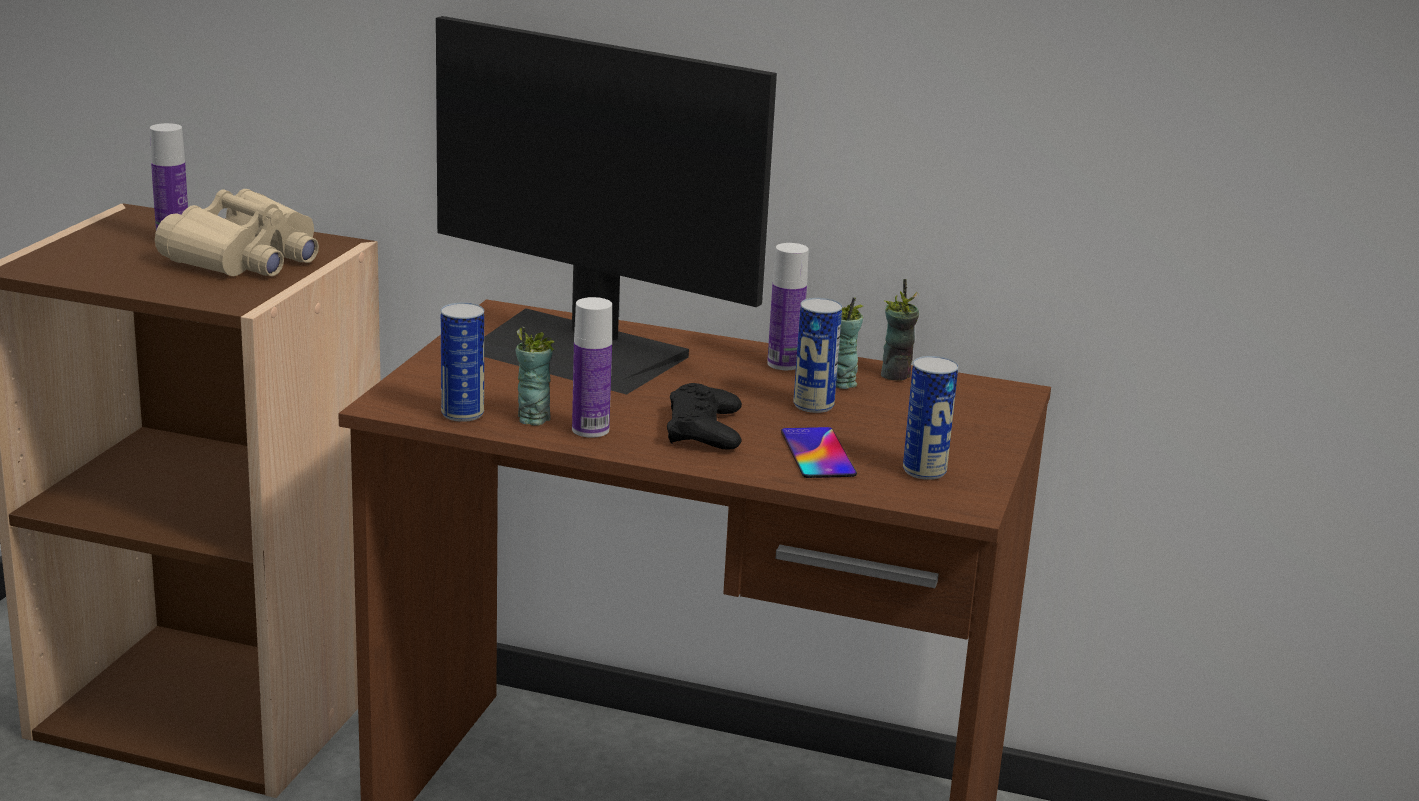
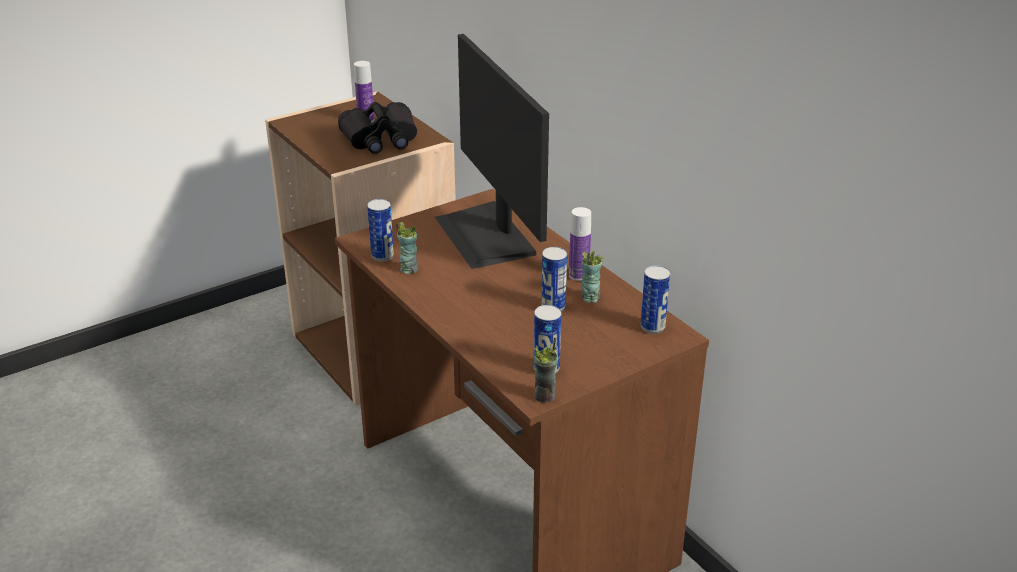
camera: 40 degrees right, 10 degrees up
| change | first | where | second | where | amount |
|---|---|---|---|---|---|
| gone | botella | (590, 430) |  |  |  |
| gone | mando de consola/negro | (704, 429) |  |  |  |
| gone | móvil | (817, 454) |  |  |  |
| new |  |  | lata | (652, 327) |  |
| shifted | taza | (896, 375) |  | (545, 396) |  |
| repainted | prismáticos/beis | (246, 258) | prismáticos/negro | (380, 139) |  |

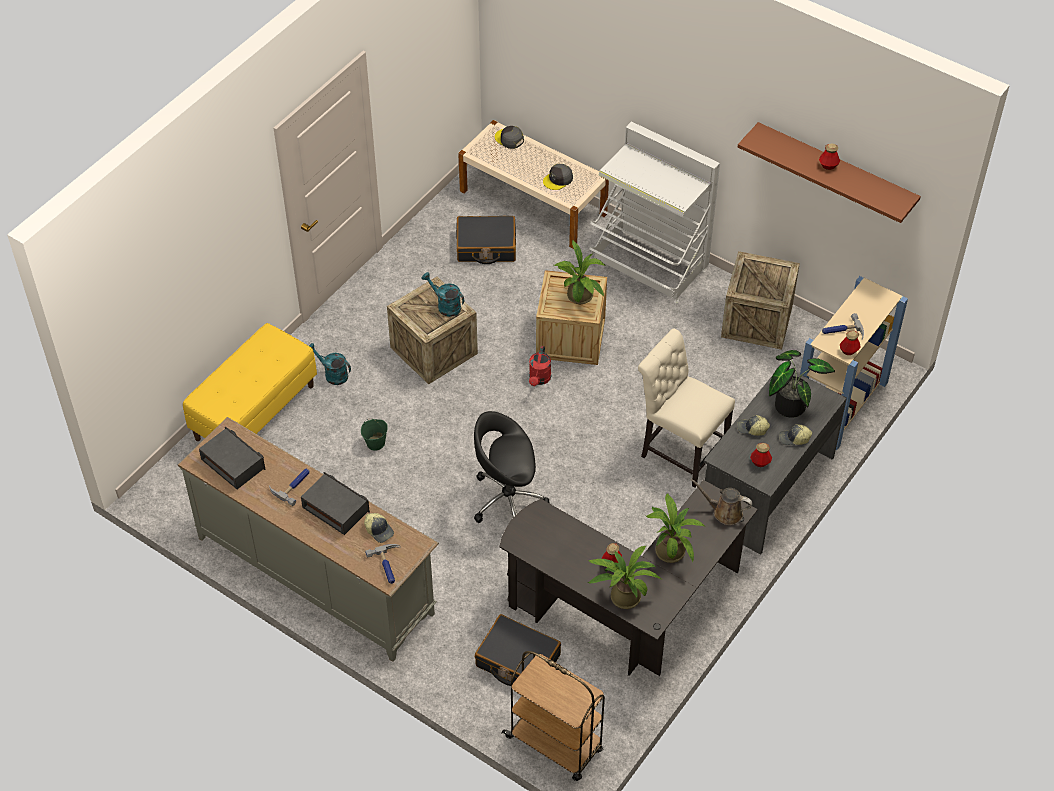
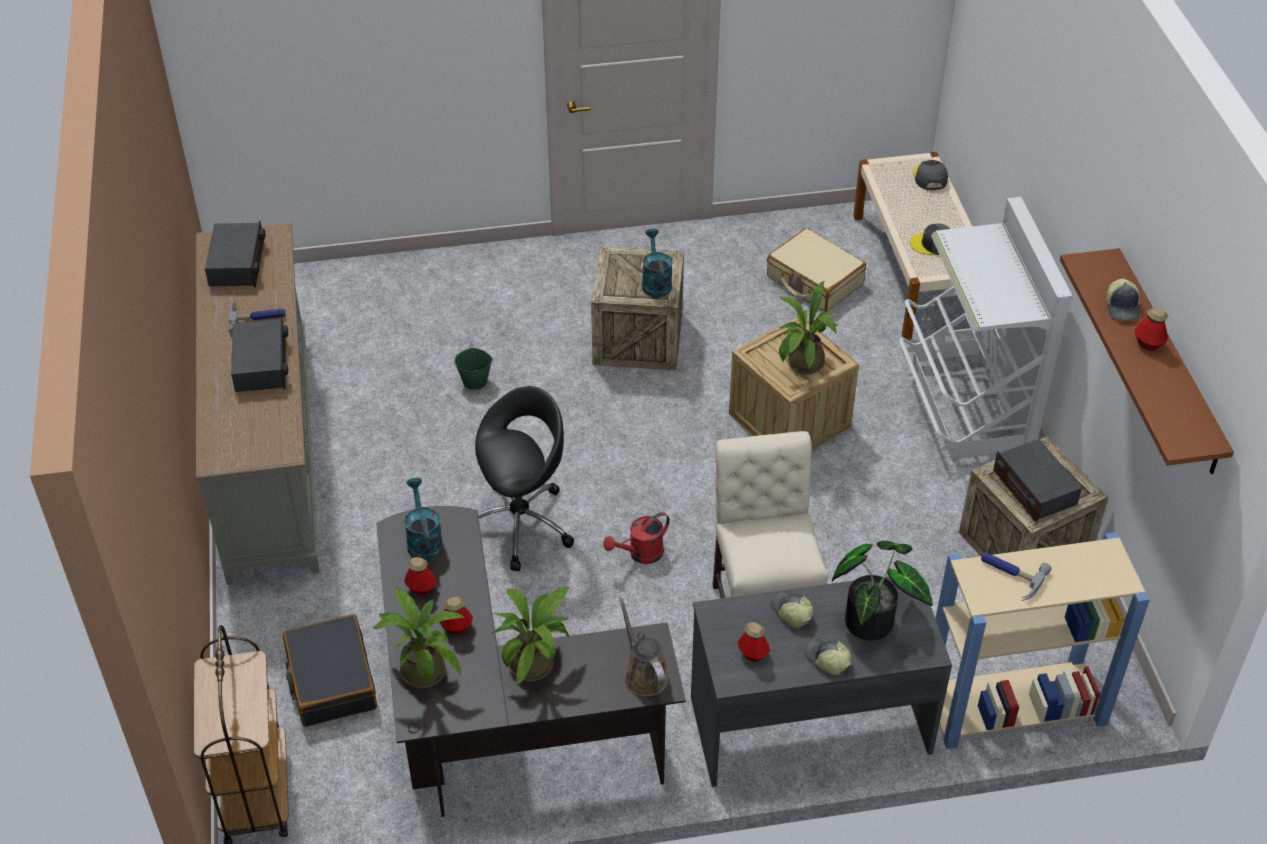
camera: 45 degrees right, 5 degrees down
| change | first | where | second | where | amount |
|---|---|---|---|---|---|
| gone | banco/amarillo | (255, 411) |  |  |  |
| gone | martillo | (388, 566) |  |  |  |
| new |  |  | radio | (1034, 488) |  |
| shifted | regadera/turquesa | (332, 374) |  | (423, 540) |  |
| shifted | gorra | (379, 530) |  | (1122, 307) |  |
| shifted | regadera/rojo | (539, 379) |  | (640, 554) |  |
| shifted | botella | (848, 351) |  | (421, 588) |  |
| repainted | maleta/negro | (486, 246) | maleta/beis | (814, 280) |  |
| rotated | silla de oficina/negro | (506, 500) |  | (523, 523) | 120 degrees clockwise |

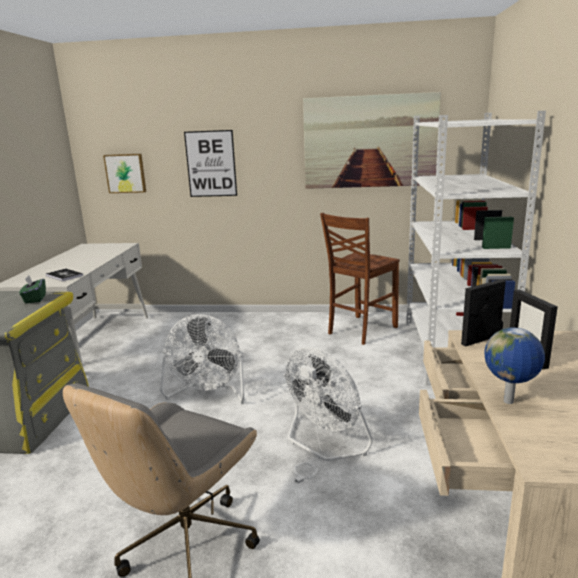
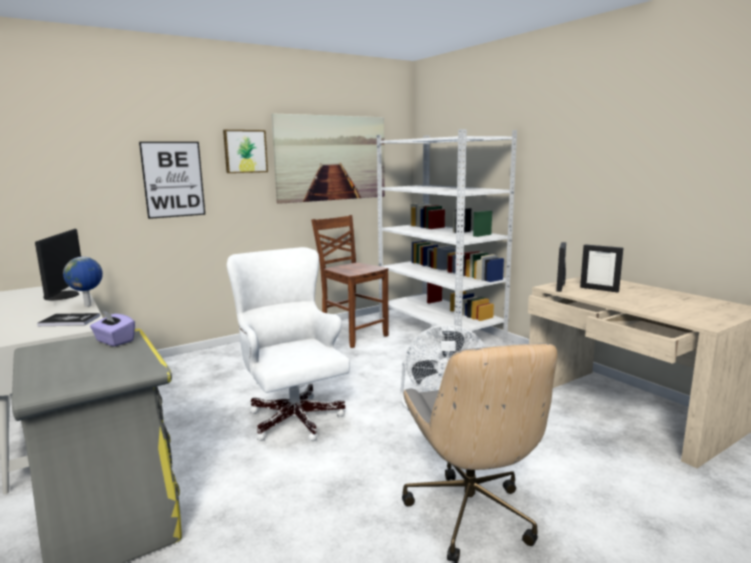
camera: 40 degrees left, 5 degrees down
| change | first | where | second | where | amount |
|---|---|---|---|---|---|
| new |  |  | monitor | (63, 296) |  |
| shifted | cuadro | (125, 173) |  | (245, 151) |  |
| shifted | globo terráqueo | (509, 402) |  | (88, 306) |  |
| swapped | ventilador/blanco | (206, 392) | silla de oficina/blanco | (293, 416) |  |
| repainted | caja de pañuelos/verde | (35, 299) | caja de pañuelos/morado | (114, 341) |  |
| rotated | silla/marrón | (360, 330) |  | (353, 335) | 135 degrees clockwise |

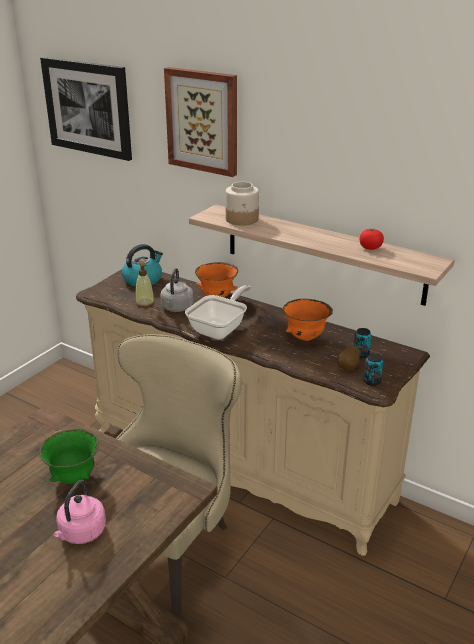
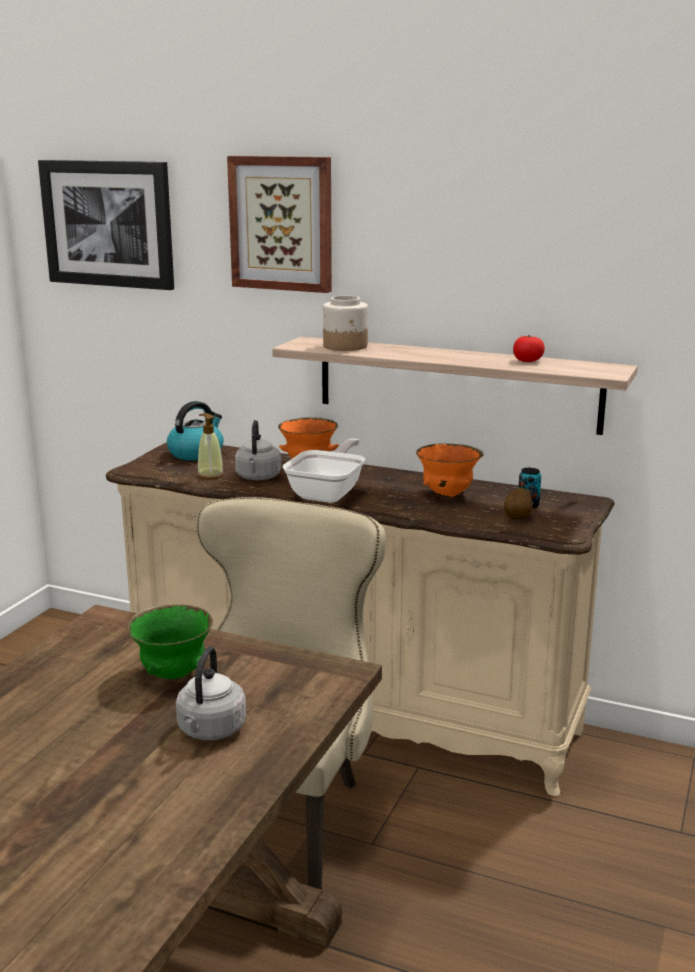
camera: 10 degrees left, 10 degrees down
| change | first | where | second | where | amount |
|---|---|---|---|---|---|
| gone | lata | (372, 381) |  |  |  |
| repainted | hervidor/rosa | (81, 533) | hervidor/gris | (210, 731) |  |

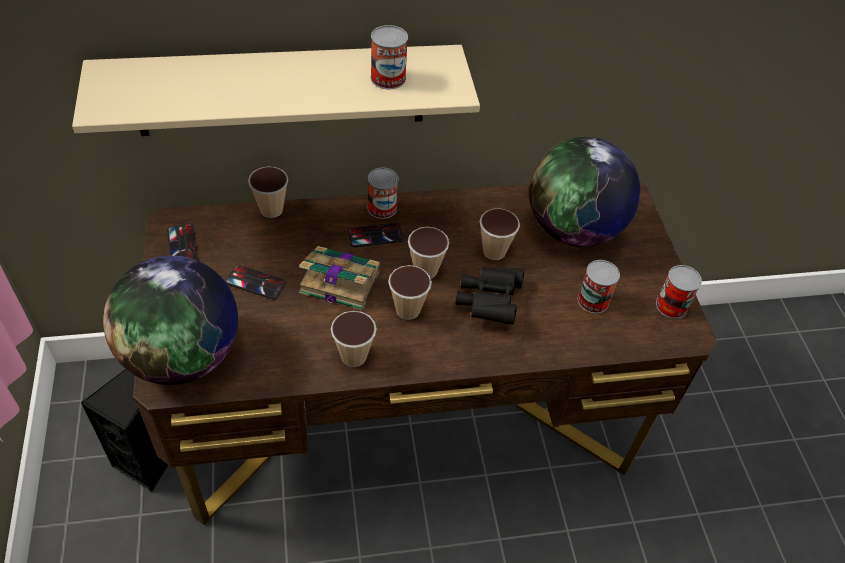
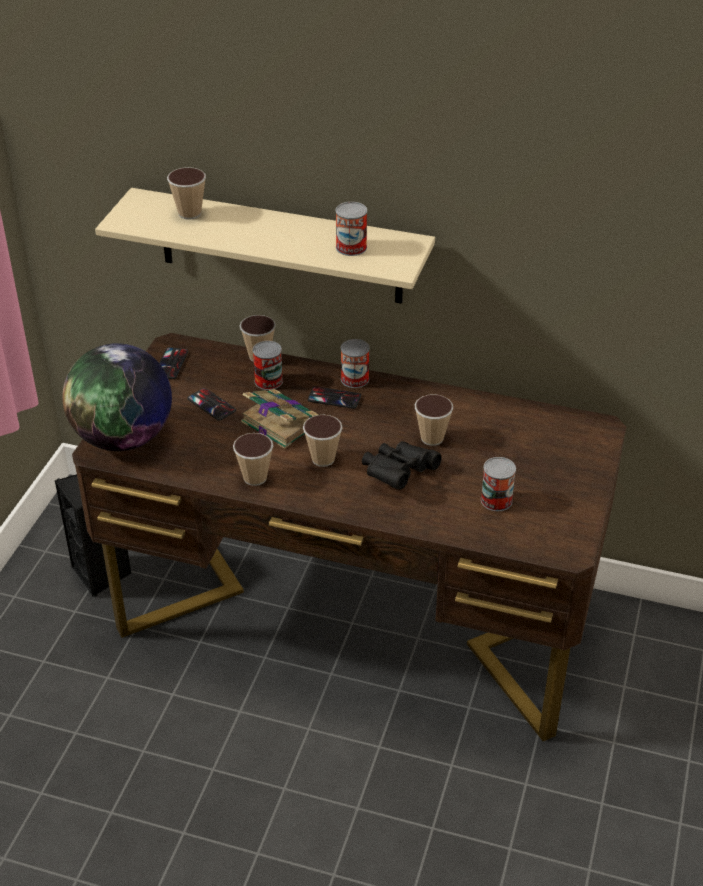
camera: 30 degrees right, 10 degrees down
| change | first | where | second | where | amount |
|---|---|---|---|---|---|
| gone | globo terráqueo | (573, 229) |  |  |  |
| shifted | taza | (425, 270) |  | (189, 213) |  |
| shifted | lata | (671, 305) |  | (268, 381) |  |

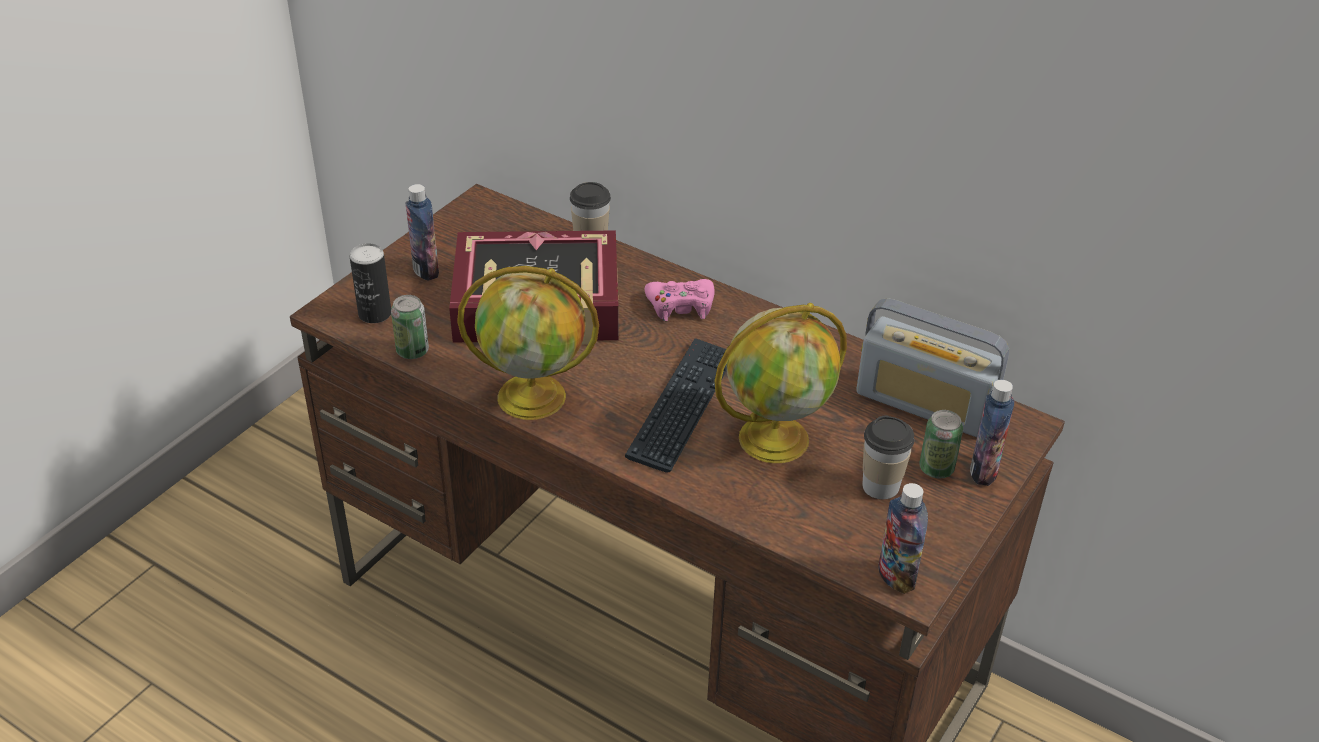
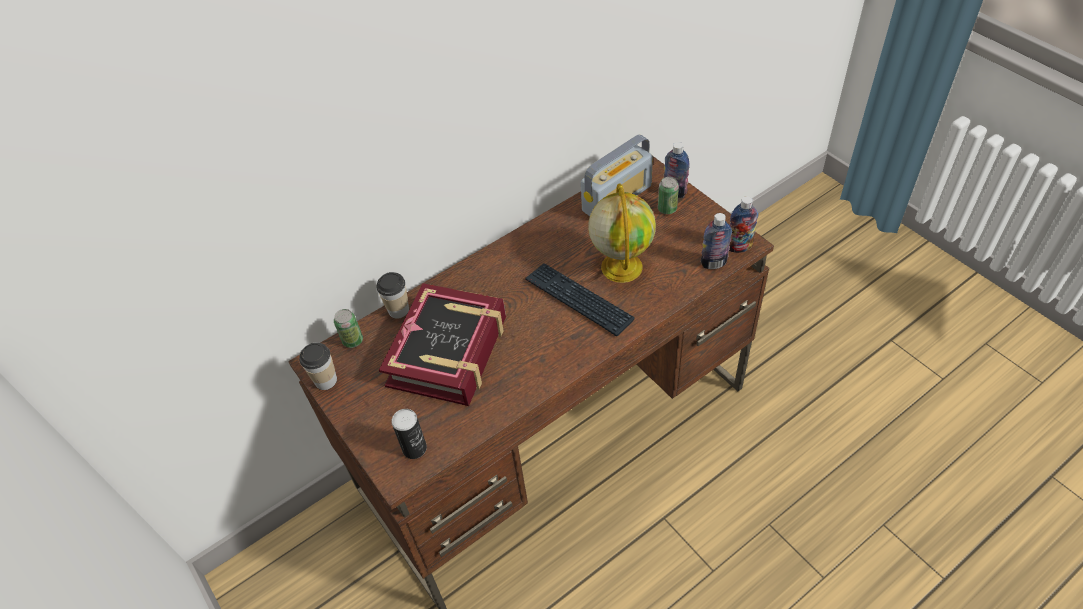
camera: 65 degrees left, 10 degrees up
| change | first | where | second | where | amount |
|---|---|---|---|---|---|
| gone | globo terráqueo | (534, 396) |  |  |  |
| gone | mando de consola/rosa | (681, 306) |  |  |  |
| shifted | lata | (412, 351) |  | (353, 340) |  |
| shifted | botella | (425, 270) |  | (713, 263) |  |
| shifted | taza | (880, 486) |  | (326, 380) |  |

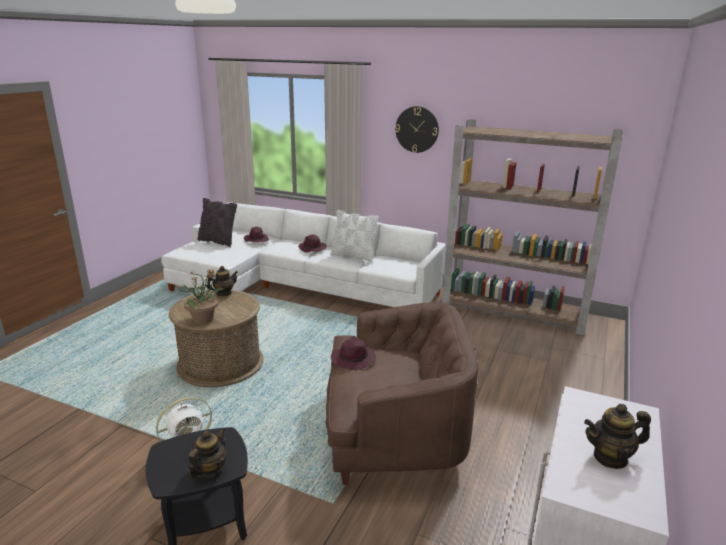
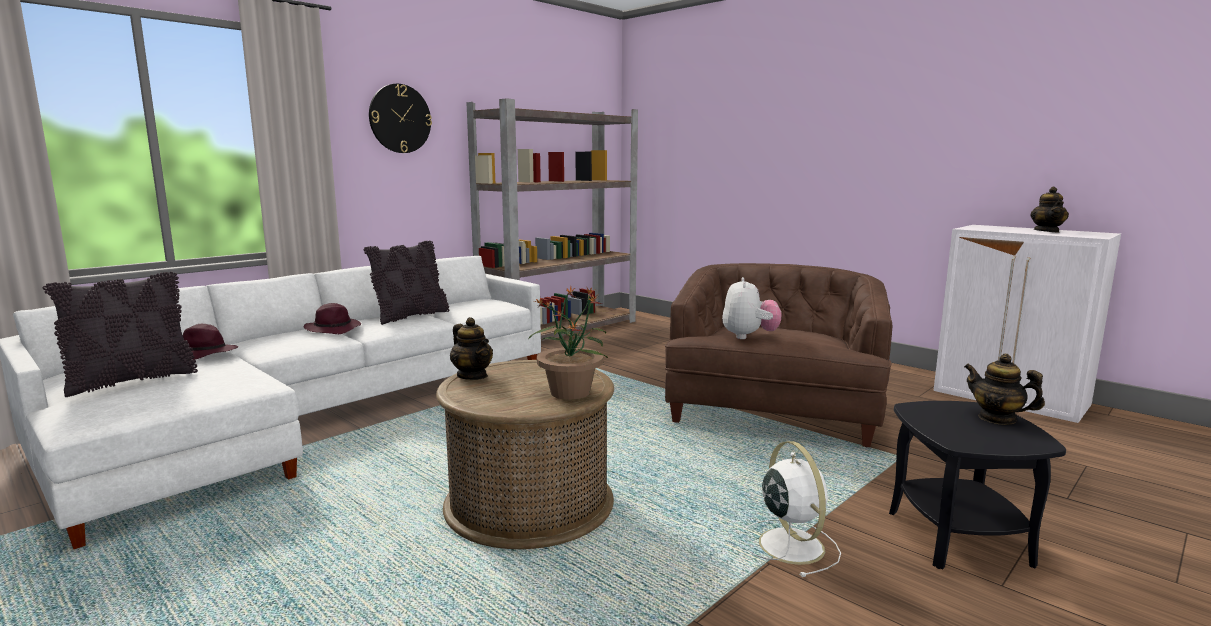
camera: 70 degrees left, 10 degrees down
| change | first | where | second | where | amount |
|---|---|---|---|---|---|
| swapped | sombrero/morado | (354, 359) | peluche | (749, 336) |  |
| repainted | cojín/blanco | (353, 256) | cojín/negro | (410, 316) |  |
| rotated | tetera | (224, 293) |  | (472, 376) | 150 degrees clockwise |

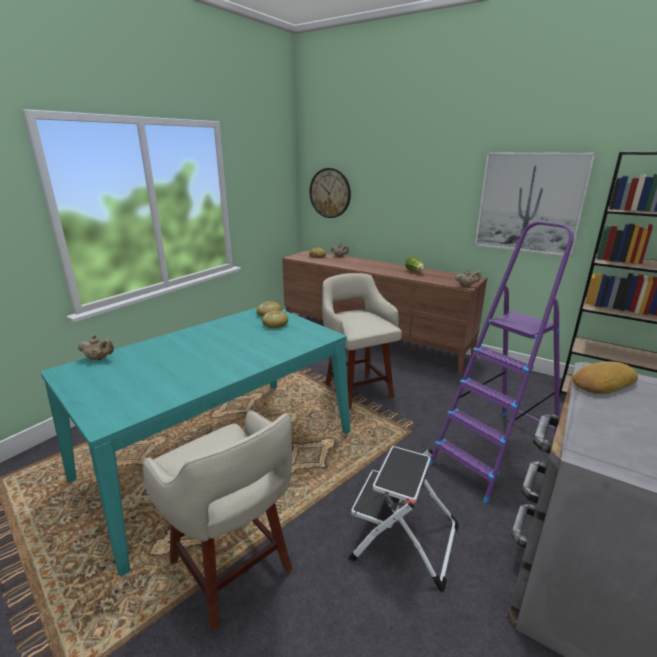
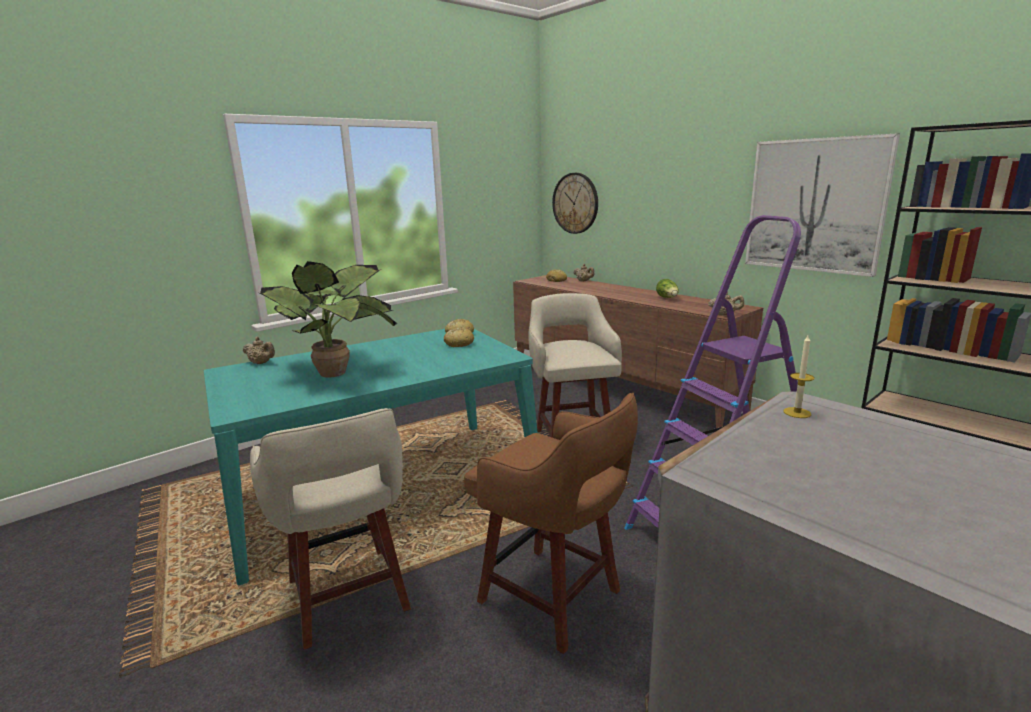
camera: 15 degrees right, 5 degrees down
| change | first | where | second | where | amount |
|---|---|---|---|---|---|
| new |  |  | planta en maceta | (338, 371) |  |
| swapped | escalera de tijera | (403, 537) | taburete/marrón | (554, 600) |  |
| swapped | pan | (601, 383) | vela | (797, 412) |  |

